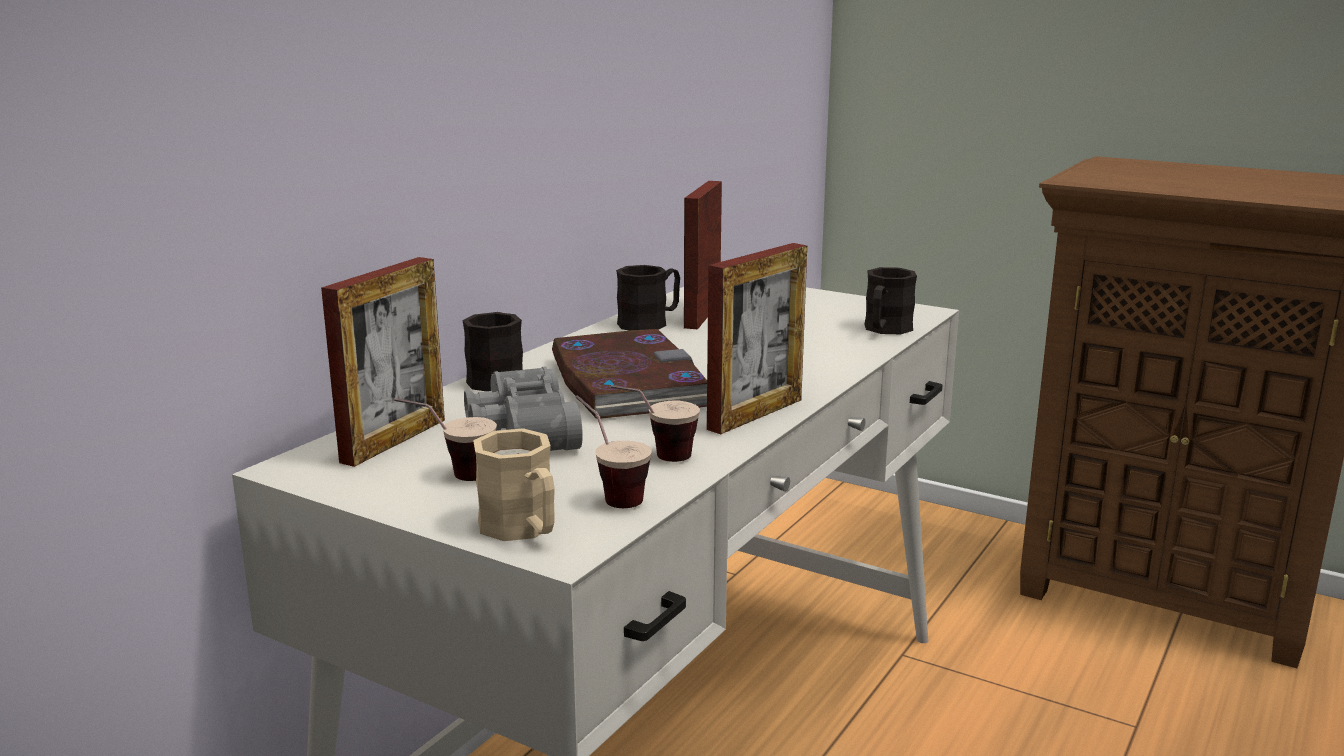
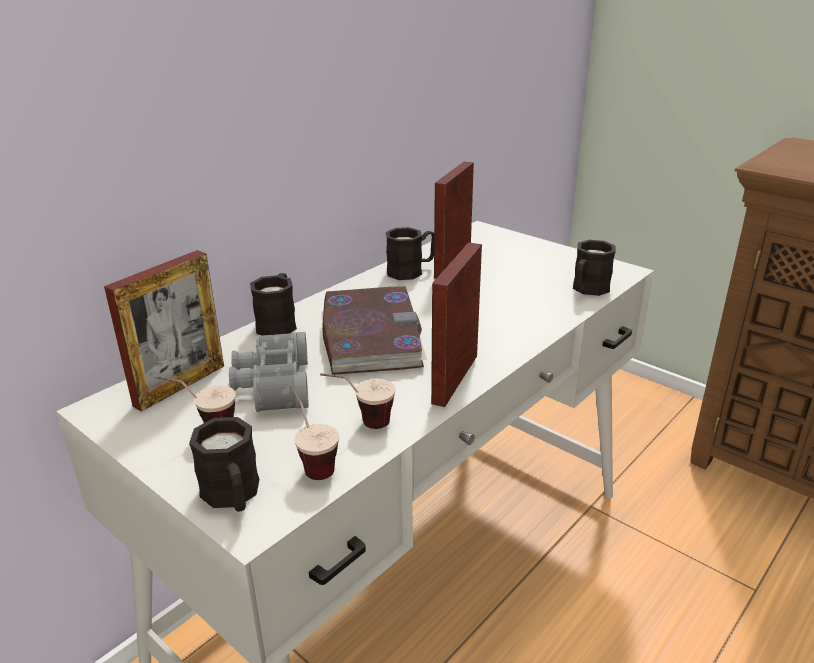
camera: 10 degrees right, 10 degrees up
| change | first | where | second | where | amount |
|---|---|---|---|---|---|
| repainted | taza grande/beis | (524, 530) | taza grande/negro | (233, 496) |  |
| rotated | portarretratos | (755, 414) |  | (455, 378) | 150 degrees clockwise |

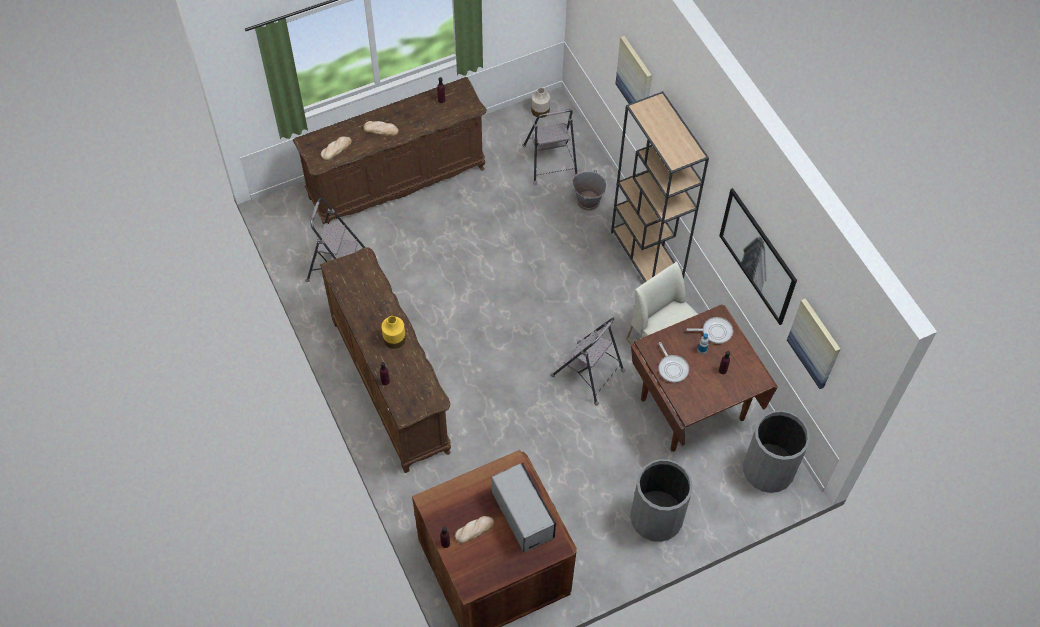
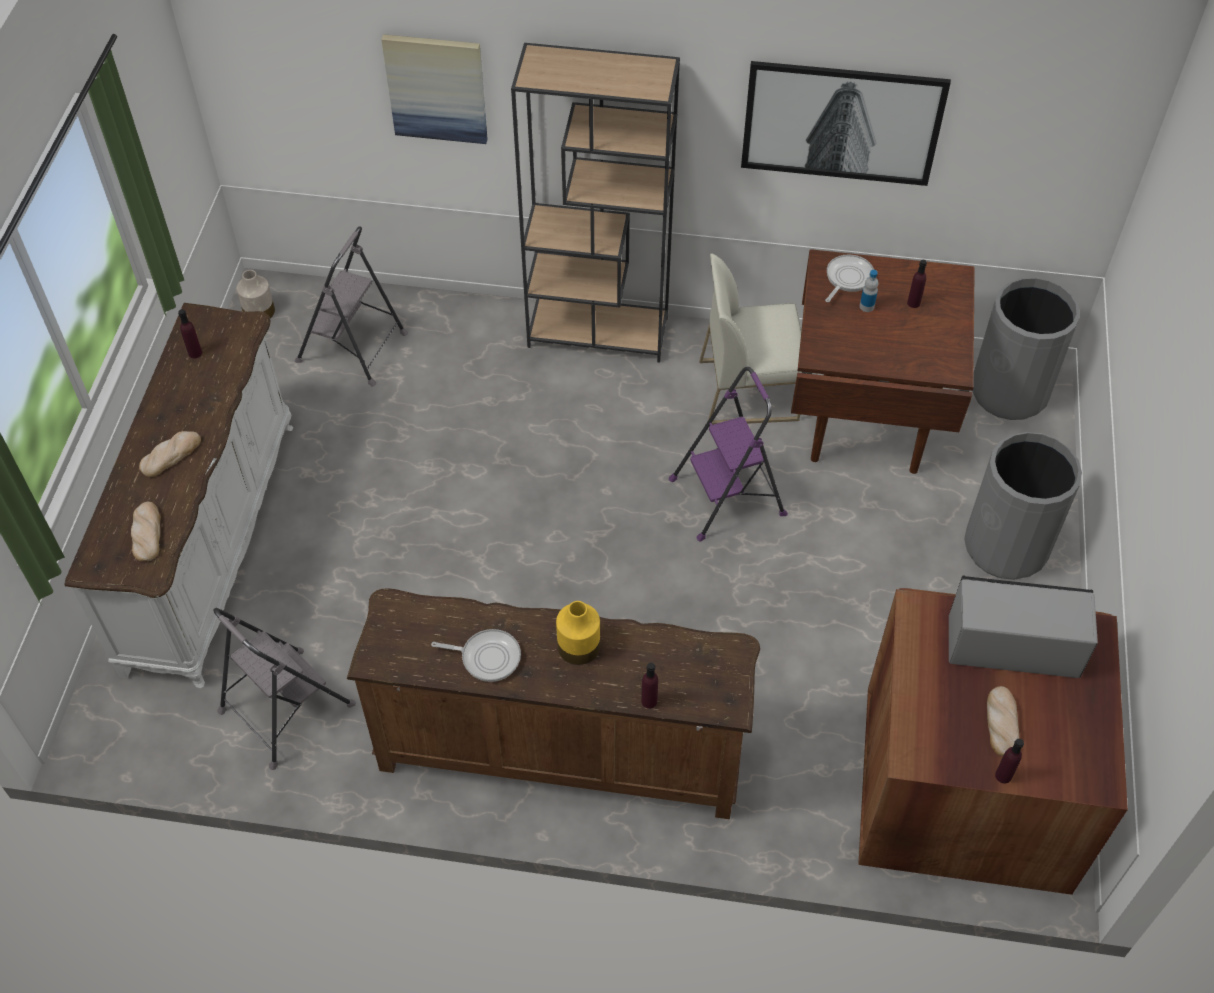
camera: 55 degrees left, 5 degrees down
| change | first | where | second | where | amount |
|---|---|---|---|---|---|
| gone | cubo/gris | (588, 201) |  |  |  |
| gone | cuadro | (814, 343) |  |  |  |
| shifted | sartén | (672, 368) |  | (487, 657) |  |
| repainted | armario/marrón | (398, 184) | armario/blanco | (214, 544) |  |
| repainted | escalera de tijera/gris | (589, 374) | escalera de tijera/morado | (731, 495) |  |

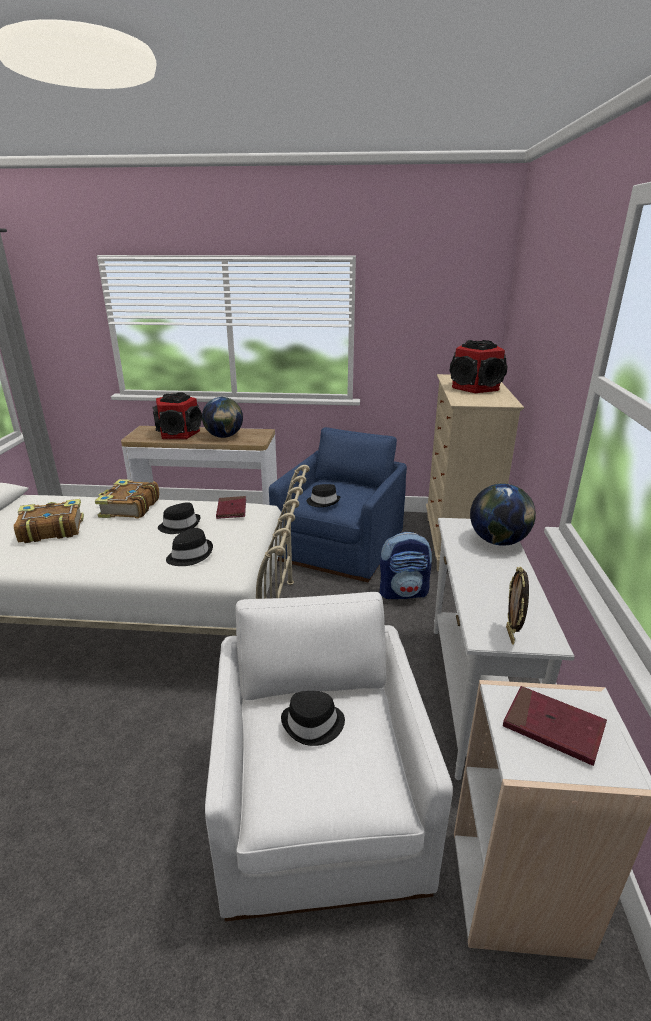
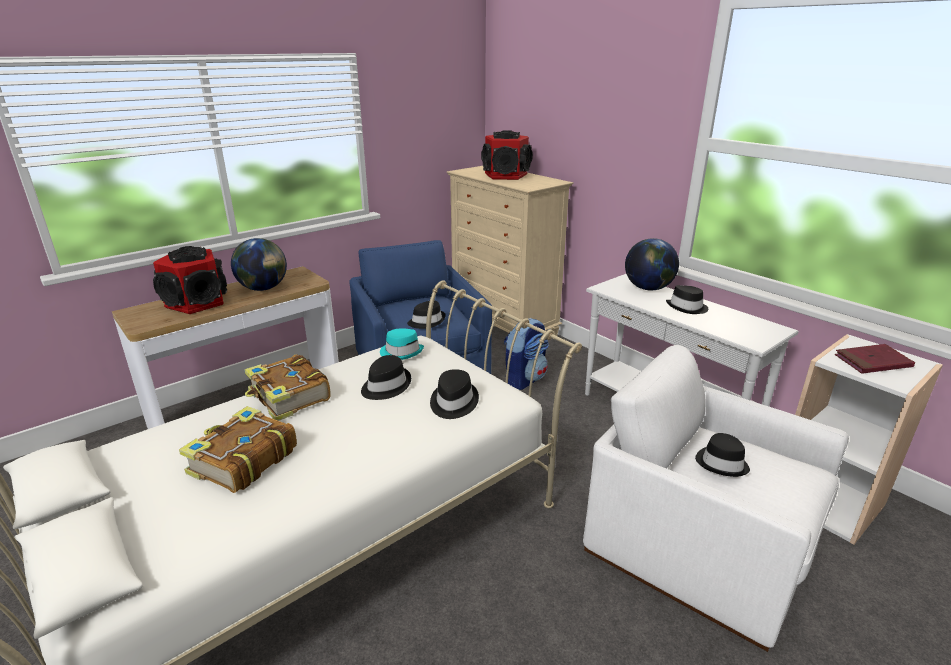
camera: 45 degrees left, 0 degrees up
| change | first | where | second | where | amount |
|---|---|---|---|---|---|
| gone | portarretratos | (511, 635) |  |  |  |
| new |  |  | sombrero/negro | (687, 308) |  |
| swapped | libro/rojo | (231, 509) | sombrero/turquesa | (401, 352) |  |

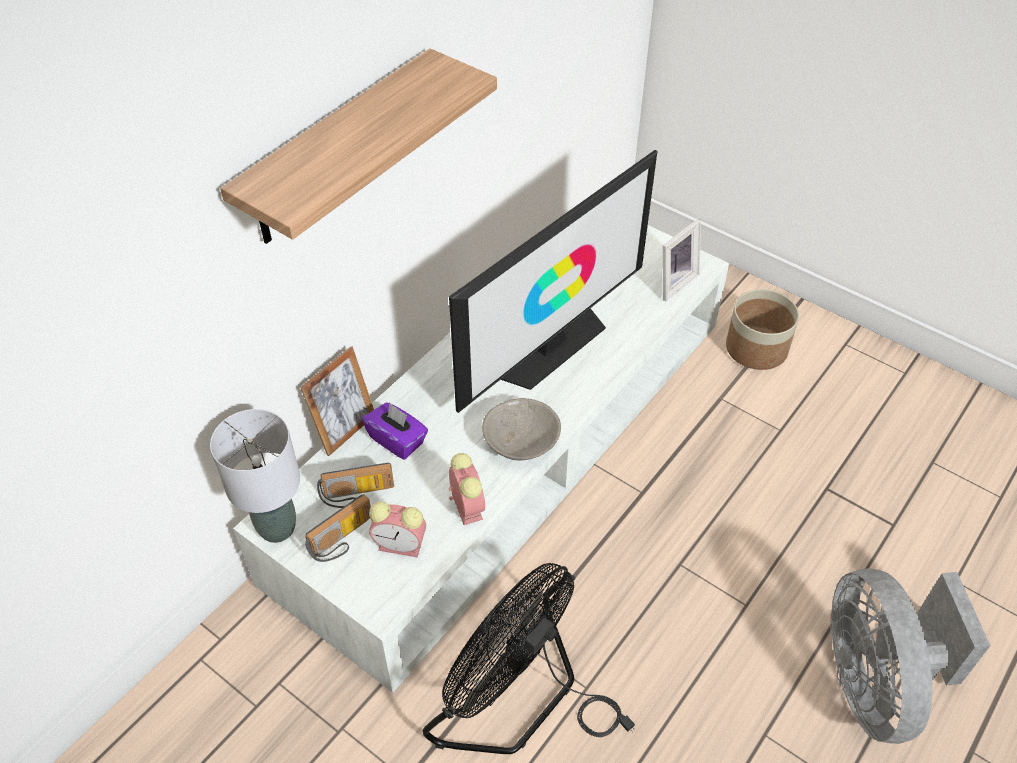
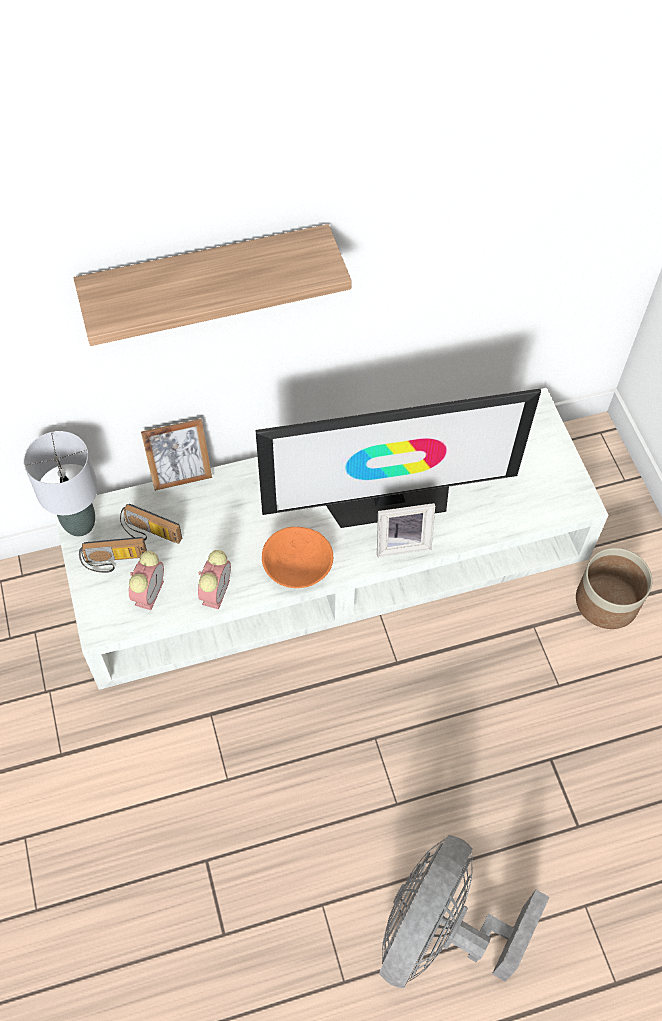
camera: 35 degrees right, 10 degrees up
| change | first | where | second | where | amount |
|---|---|---|---|---|---|
| gone | caja de pañuelos/morado | (397, 440) |  |  |  |
| gone | ventilador/negro | (528, 696) |  |  |  |
| shifted | portarretratos | (673, 282) |  | (402, 542) |  |
| repainted | cuenco/gris | (521, 441) | cuenco/naranja | (297, 566) |  |
| rotated | despertador | (402, 545) |  | (149, 591) | 120 degrees counterclockwise |

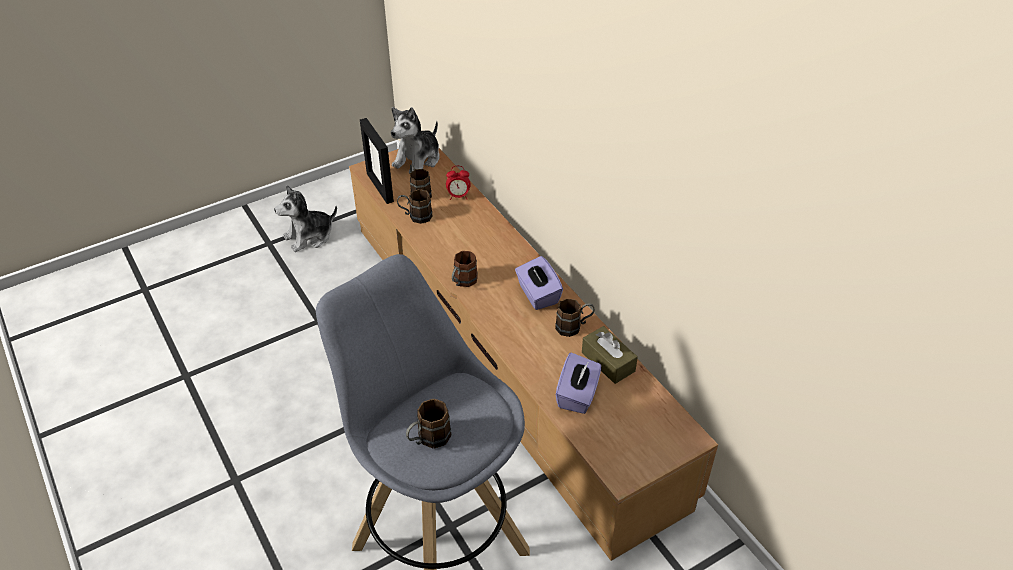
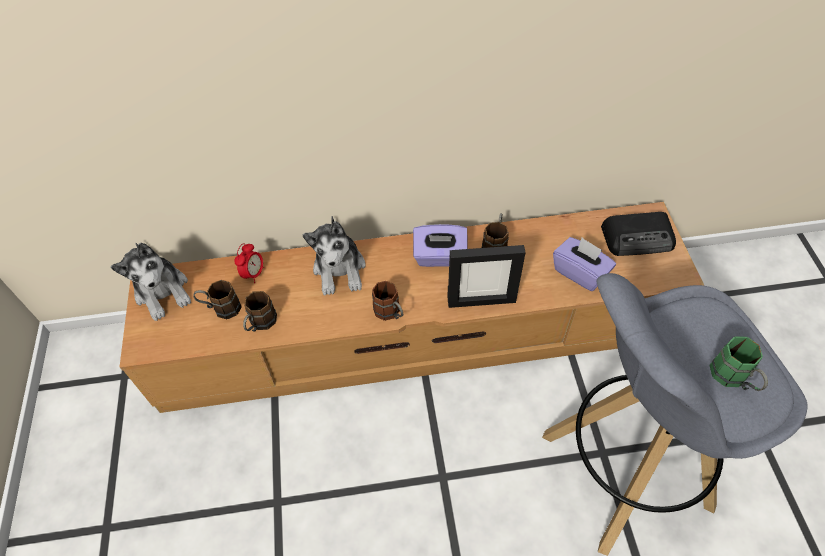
camera: 65 degrees left, 10 degrees up
| change | first | where | second | where | amount |
|---|---|---|---|---|---|
| gone | caja de pañuelos/marrón | (608, 362) |  |  |  |
| new |  |  | radio | (638, 238) |  |
| shifted | peluche | (309, 237) |  | (340, 269) |  |
| shifted | portarretratos | (381, 187) |  | (481, 300) |  |
| repainted | taza grande/marrón | (428, 439) | taza grande/verde | (733, 379) |  |

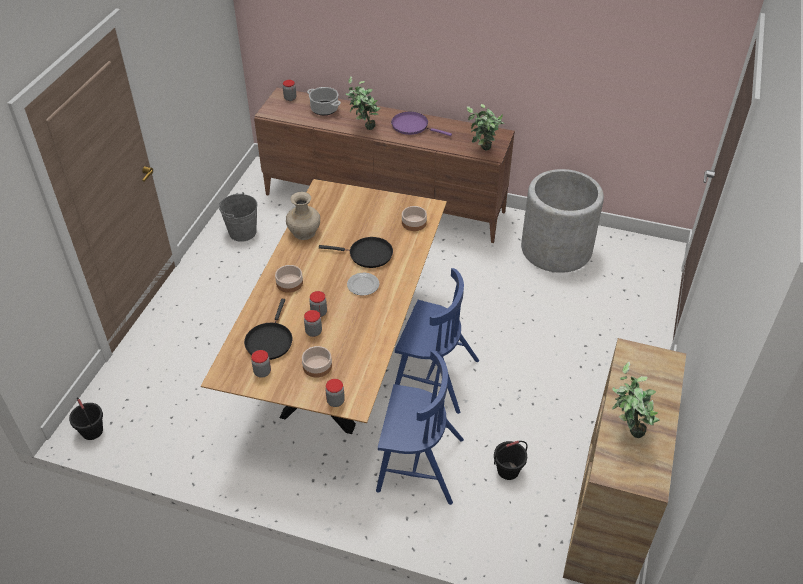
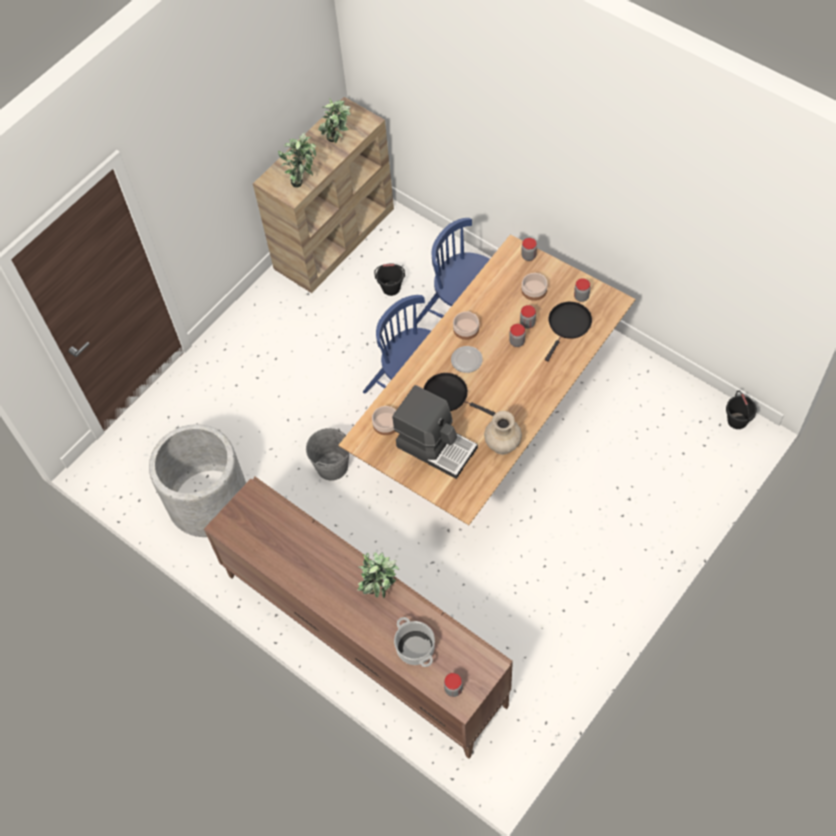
camera: 155 degrees left, 15 degrees up
| change | first | where | second | where | amount |
|---|---|---|---|---|---|
| gone | sartén/morado | (412, 126) |  |  |  |
| new |  |  | cafetera | (436, 446) |  |
| shifted | cubo/gris | (242, 232) |  | (332, 466) |  |
| shifted | cuenco | (290, 283) |  | (465, 328) |  |
| shifted | planta en maceta | (482, 151) |  | (303, 180) |  |

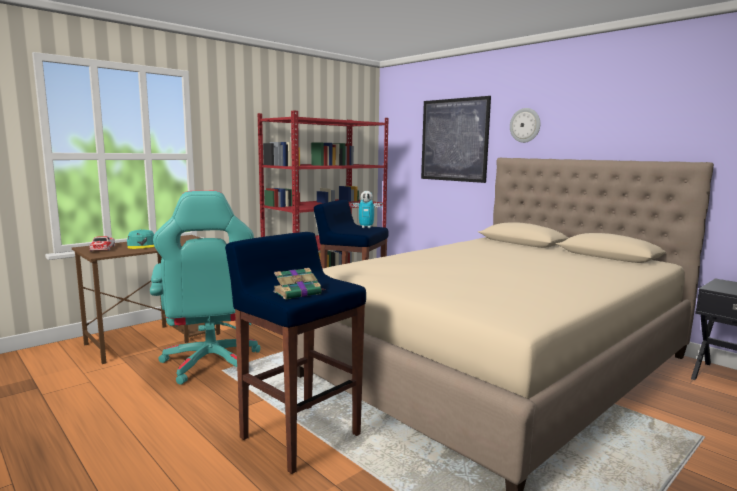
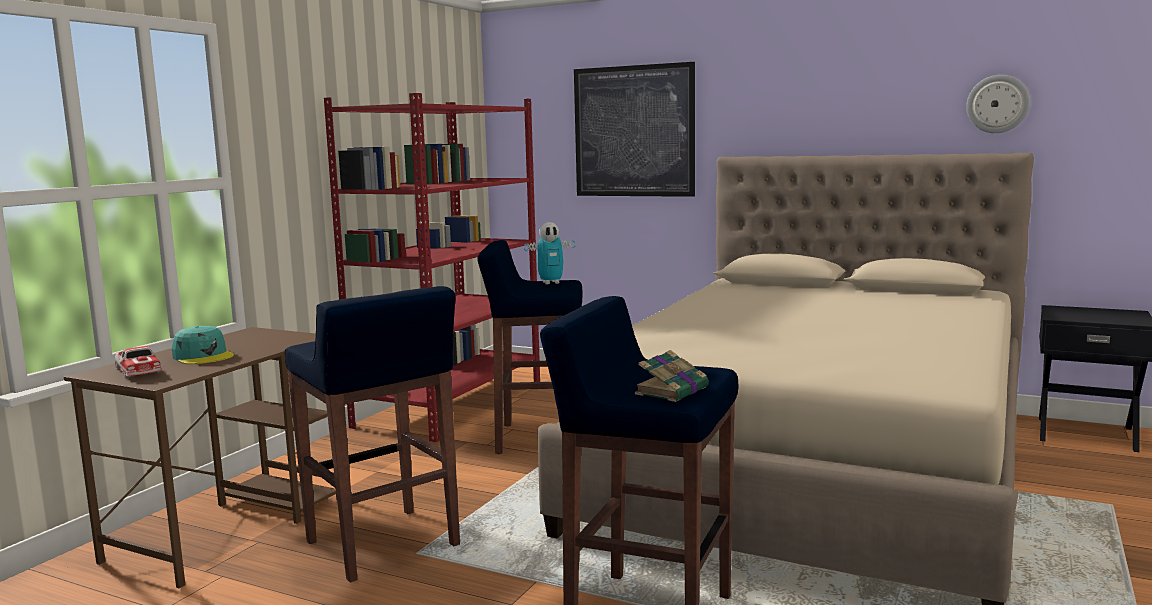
camera: 20 degrees left, 0 degrees up
| change | first | where | second | where | amount |
|---|---|---|---|---|---|
| shifted | reloj de pared | (525, 125) |  | (997, 104) |  |
| swapped | silla de oficina/turquesa | (211, 362) | taburete/azul | (383, 545) |  |

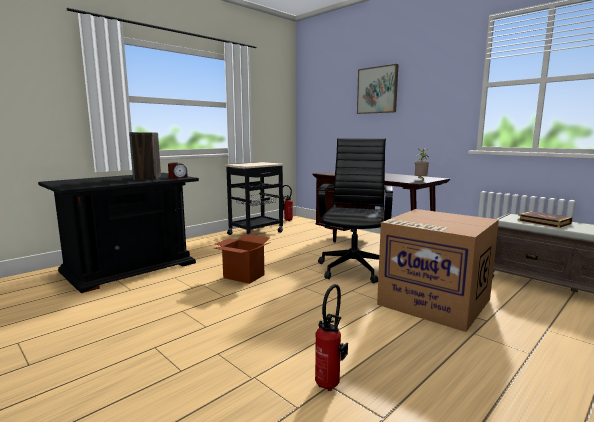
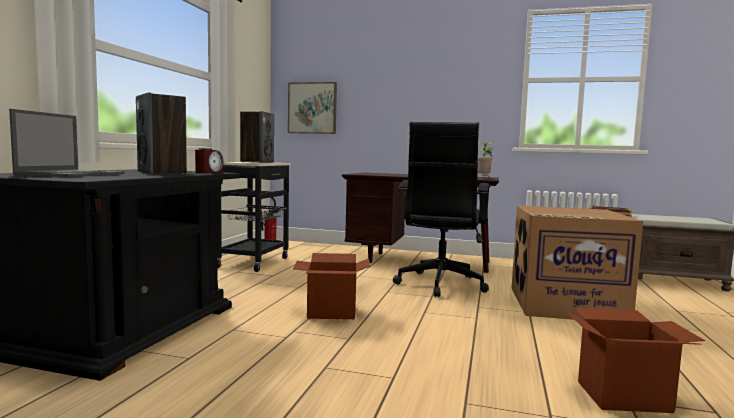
camera: 30 degrees left, 5 degrees down
| change | first | where | second | where | amount |
|---|---|---|---|---|---|
| new |  |  | portátil | (73, 174) |  |
| new |  |  | altavoz | (257, 162) |  |
| shifted | cuadro | (377, 90) |  | (312, 108) |  |
| swapped | extintor | (330, 383) | caja de cartón | (624, 396) |  |
| rotated | silla de oficina/negro | (354, 268) |  | (440, 285) | 150 degrees counterclockwise |

